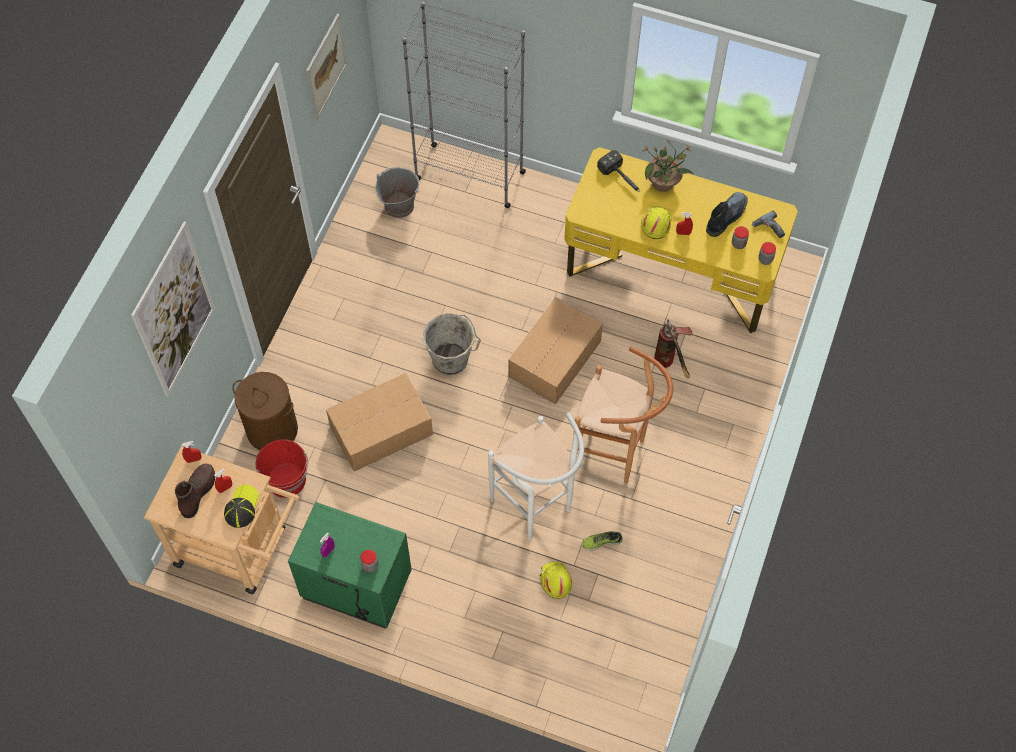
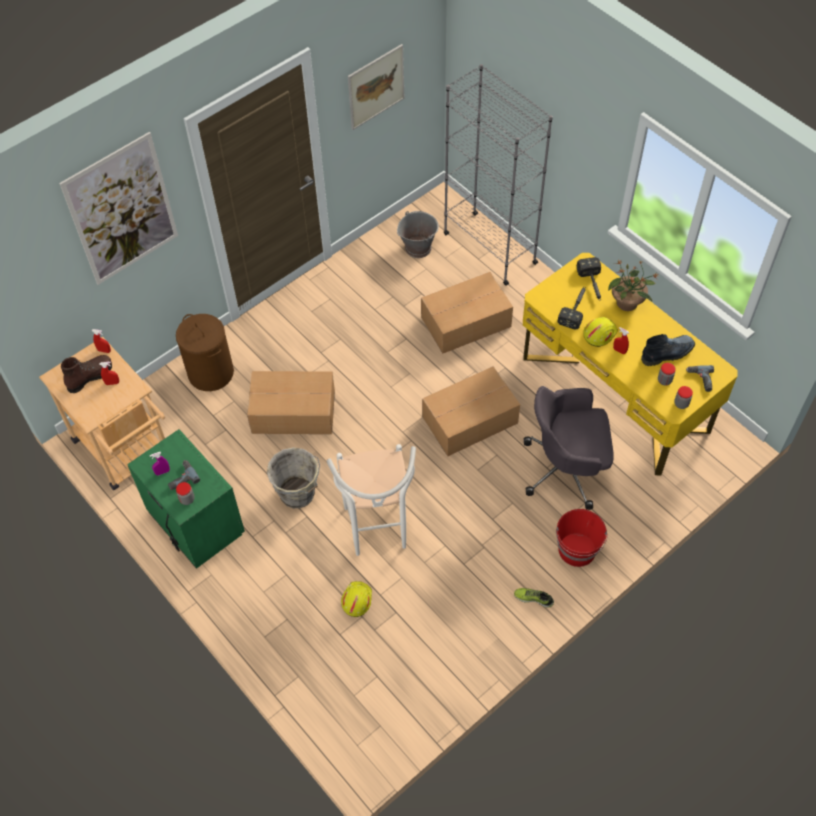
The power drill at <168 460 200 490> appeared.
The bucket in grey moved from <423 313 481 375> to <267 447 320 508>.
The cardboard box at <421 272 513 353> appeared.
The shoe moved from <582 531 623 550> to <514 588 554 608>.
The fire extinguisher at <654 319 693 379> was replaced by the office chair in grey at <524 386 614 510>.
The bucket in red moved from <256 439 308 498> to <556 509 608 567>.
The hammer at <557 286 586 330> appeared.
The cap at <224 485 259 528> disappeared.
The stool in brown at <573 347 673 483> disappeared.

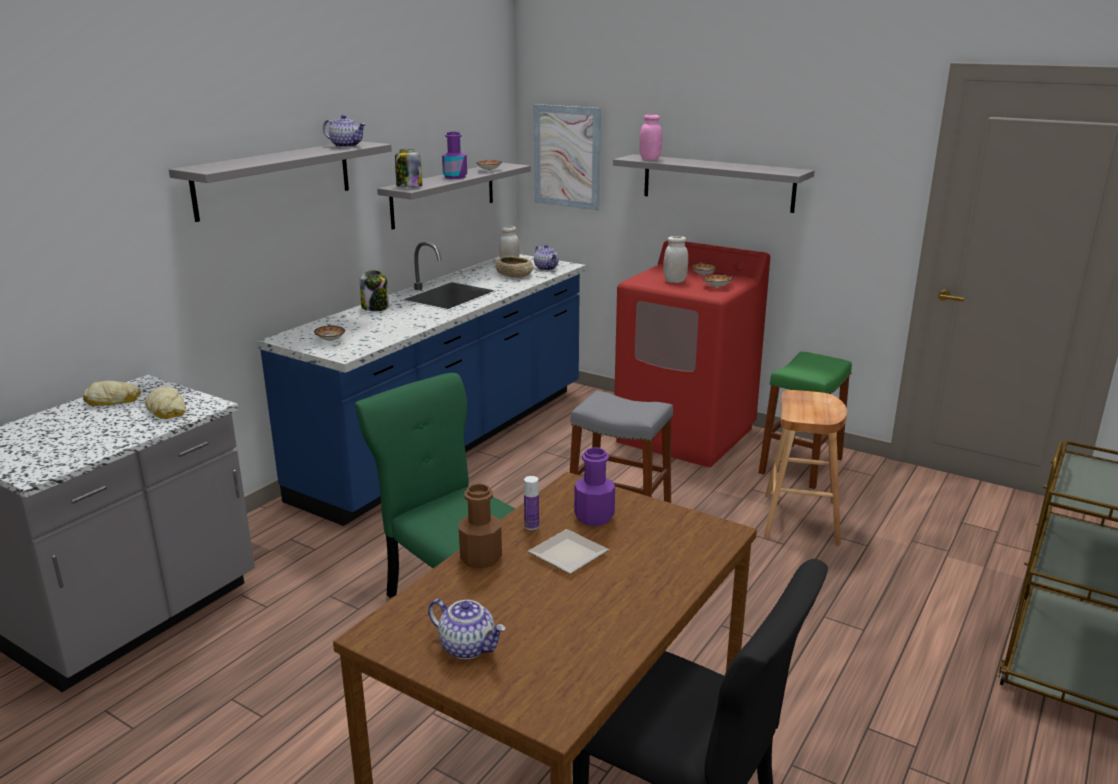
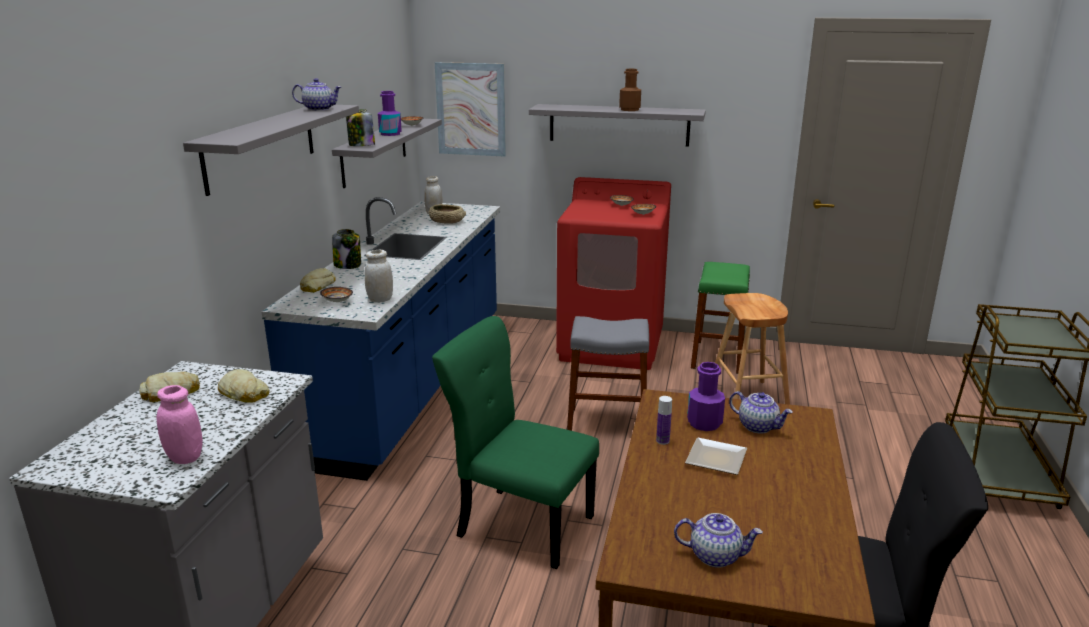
The jar in pink moved from <639 114 662 161> to <157 385 202 464>.
The bread at <300 268 336 293> appeared.
The jar in white moved from <663 236 688 283> to <364 250 393 302>.
The bottle in brown moved from <459 484 502 569> to <619 69 641 111>.
The teapot moved from <534 245 559 270> to <729 391 793 433>.

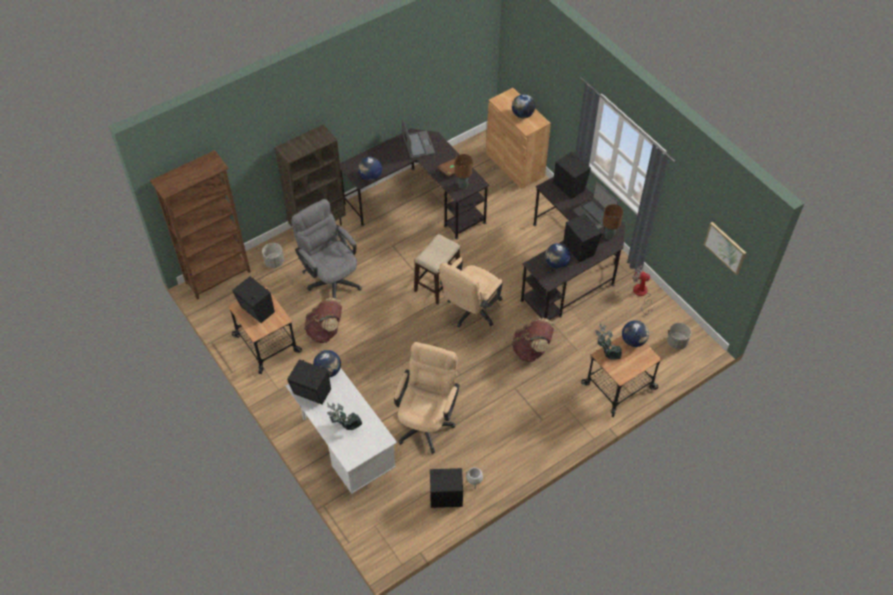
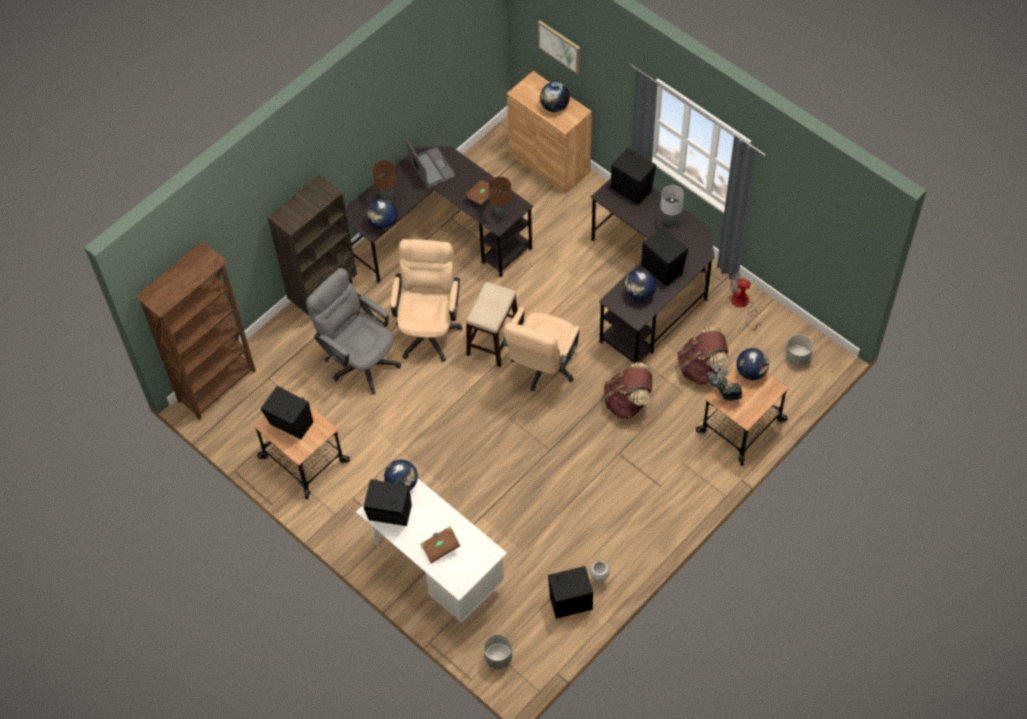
The table lamp in brown moved from <603 204 623 239> to <372 160 396 201>.
The office chair in beige moved from <394 342 460 454> to <391 239 462 362>.
The potted plant at <327 402 362 430> was replaced by the book in brown at <421 526 460 563>.
The planter in grey moved from <262 243 284 268> to <483 634 512 669>.
The picture moved from <704 222 746 275> to <538 20 580 75>.
The laptop at <573 181 619 229> was replaced by the table lamp in grey at <660 185 684 226>.
The backpack in brown moved from <304 297 342 343> to <677 327 728 384>.

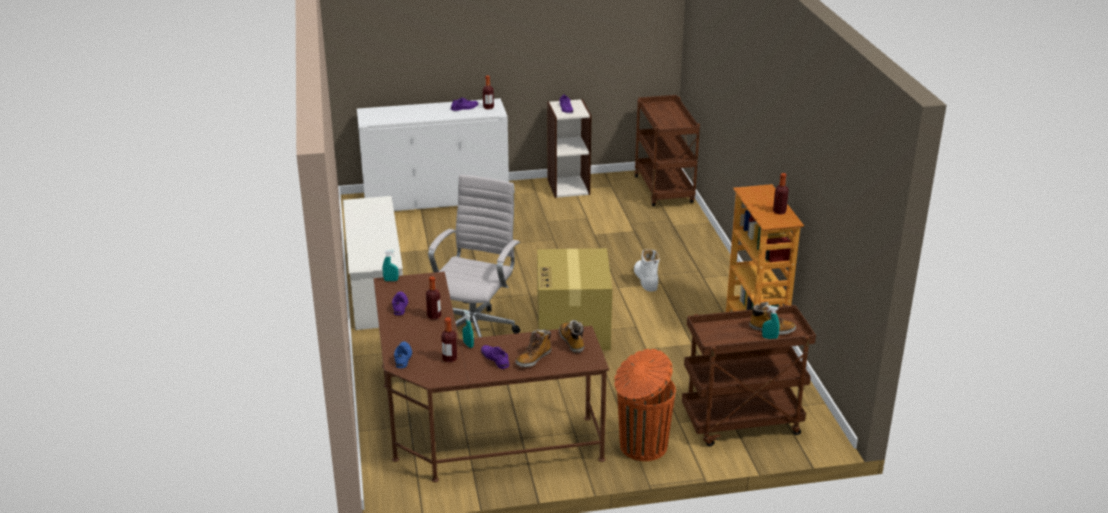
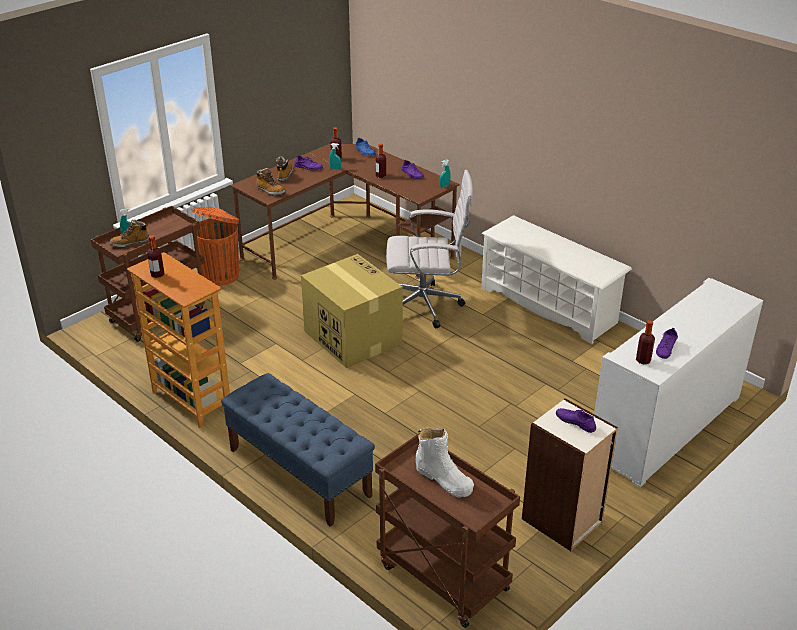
The bench in blue at <221 373 375 527> appeared.
The office chair in white at <428 175 520 337> turned 75 degrees counterclockwise.
The boot in white moved from <634 249 660 291> to <416 428 474 498>.

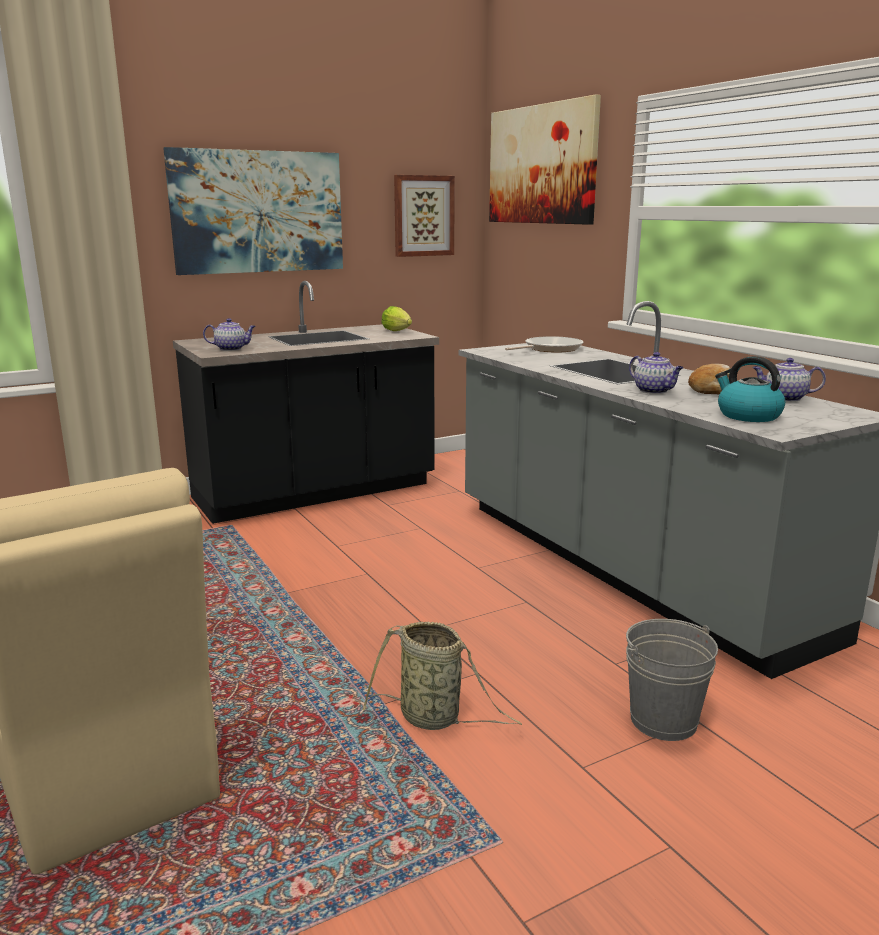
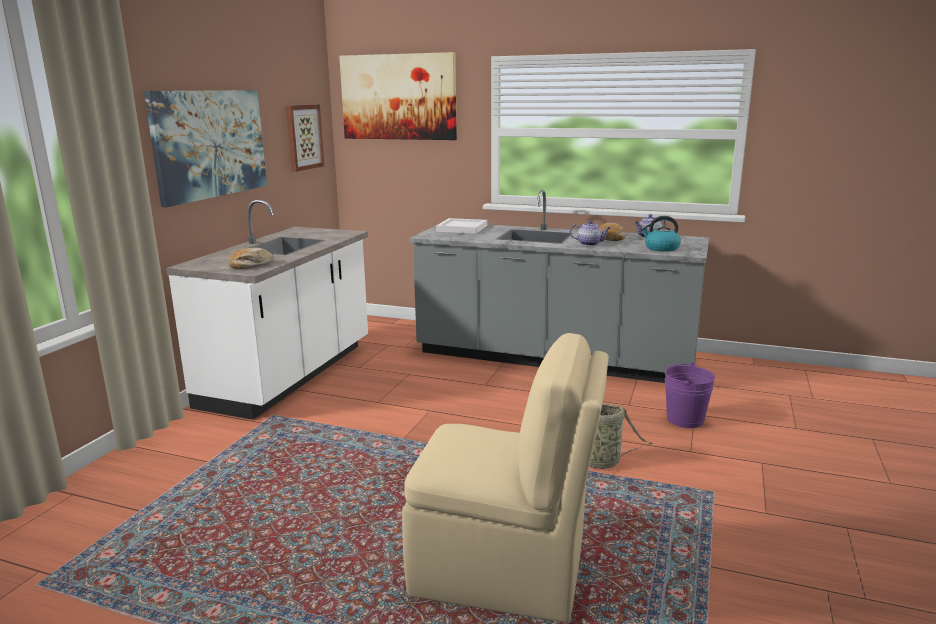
The counter in black at <173 281 439 524> became the counter in white at <166 199 368 420>.
The teapot at <203 318 256 351> was replaced by the bread at <229 248 274 269>.
The frying pan at <505 336 583 353> was replaced by the tray in white at <436 218 487 234>.
The bucket in grey at <626 619 718 741> became the bucket in purple at <664 362 715 428>.
The lettuce at <381 306 412 331> disappeared.

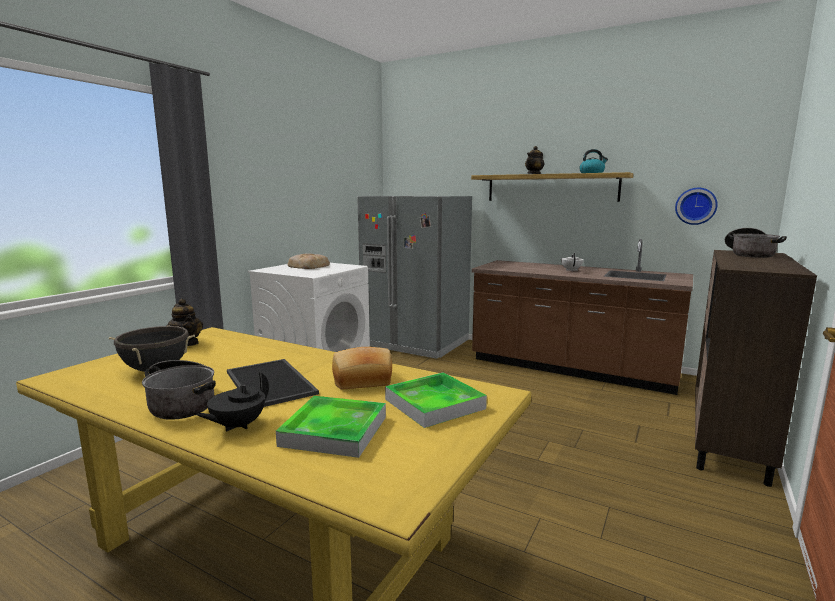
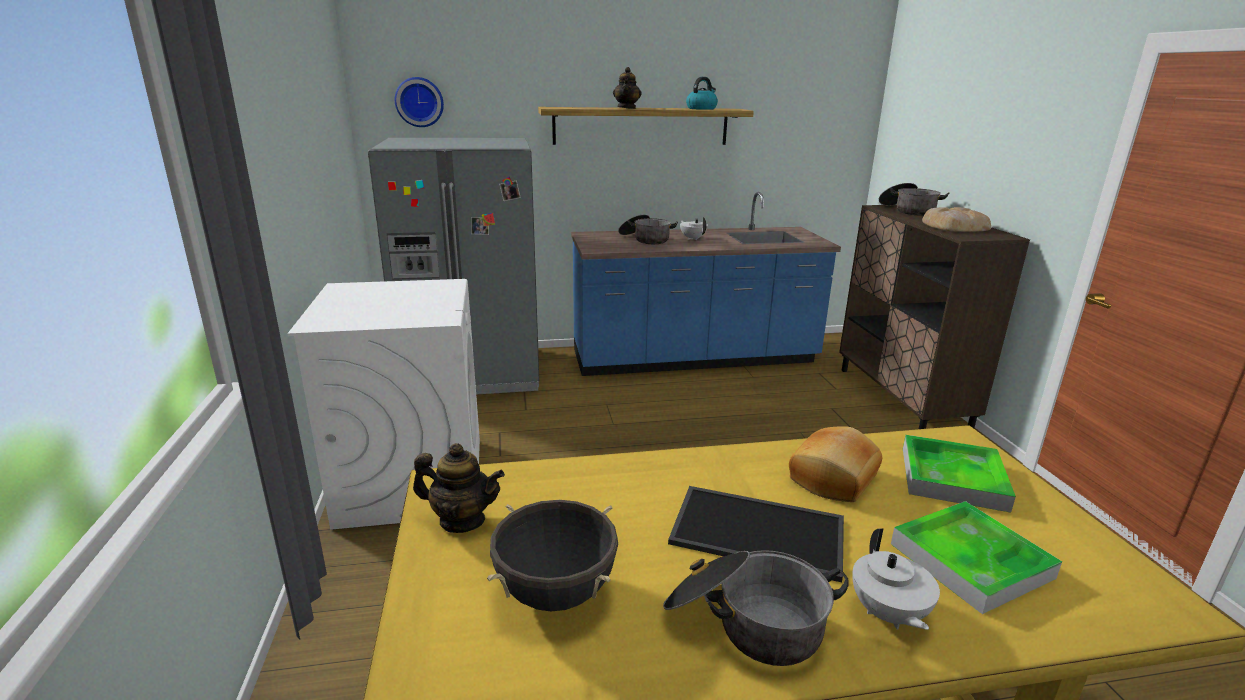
The wall clock moved from <675 188 718 225> to <395 77 444 127>.
The counter in brown at <472 239 693 395> became the counter in blue at <571 192 841 376>.
The cooking pot at <618 215 678 244> appeared.
The teapot in black at <196 372 269 432> became the teapot in white at <852 528 940 630>.
The bread moved from <288 254 330 269> to <922 207 991 232>.

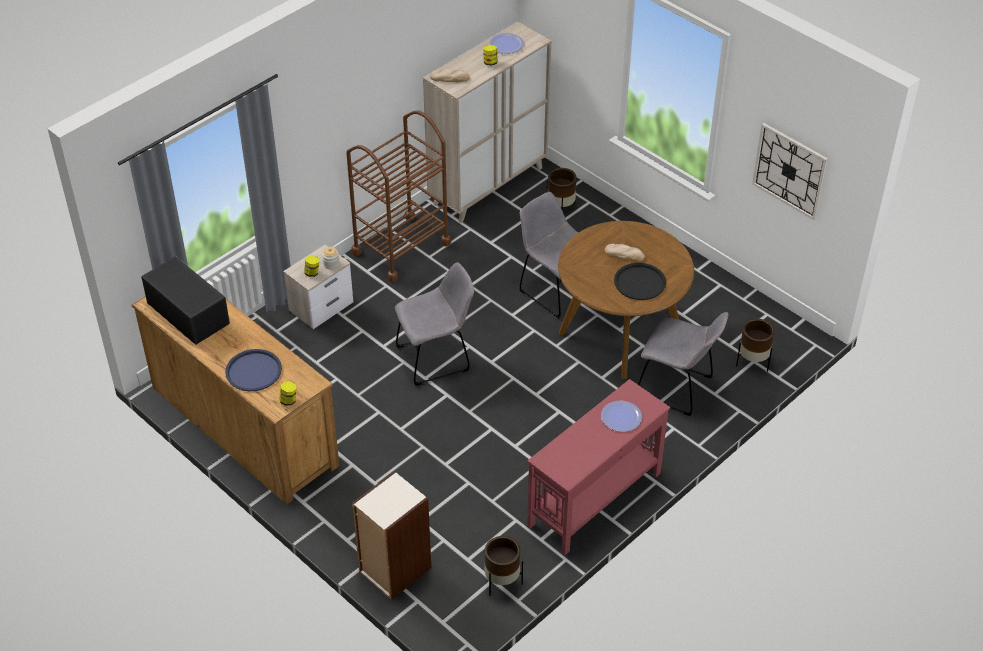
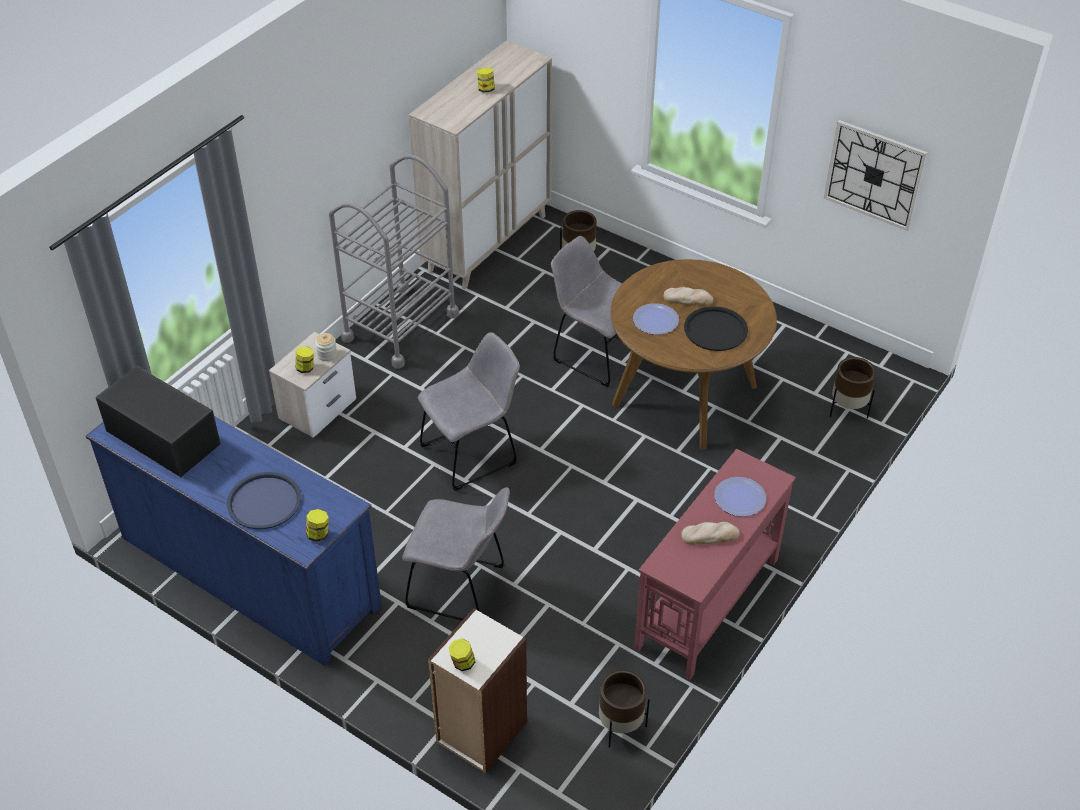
The dresser in brown at <132 296 340 505> became the dresser in blue at <86 416 382 666>.
The cart in brown at <346 110 451 282> became the cart in grey at <329 154 459 369>.
The chair in grey moved from <638 312 729 416> to <402 487 510 621>.
The jar at <449 639 475 671> appeared.
The plate moved from <489 33 524 54> to <633 303 679 335>.
The bread moved from <430 69 470 83> to <681 522 740 545>.

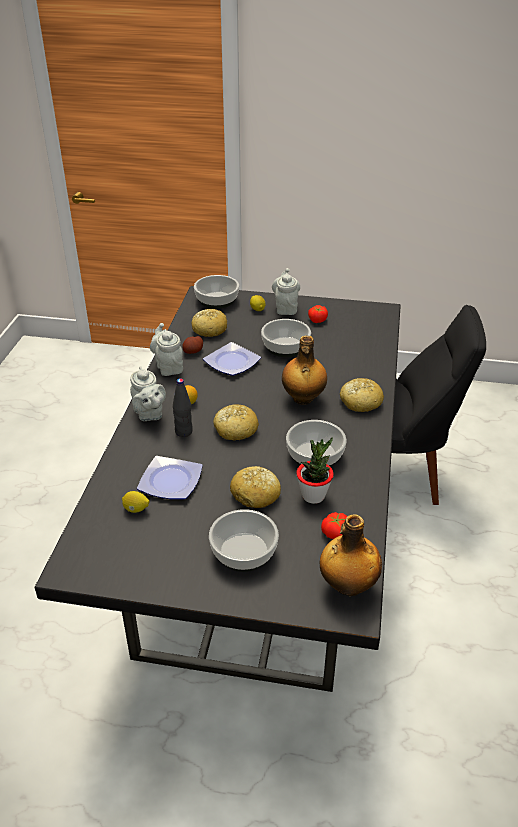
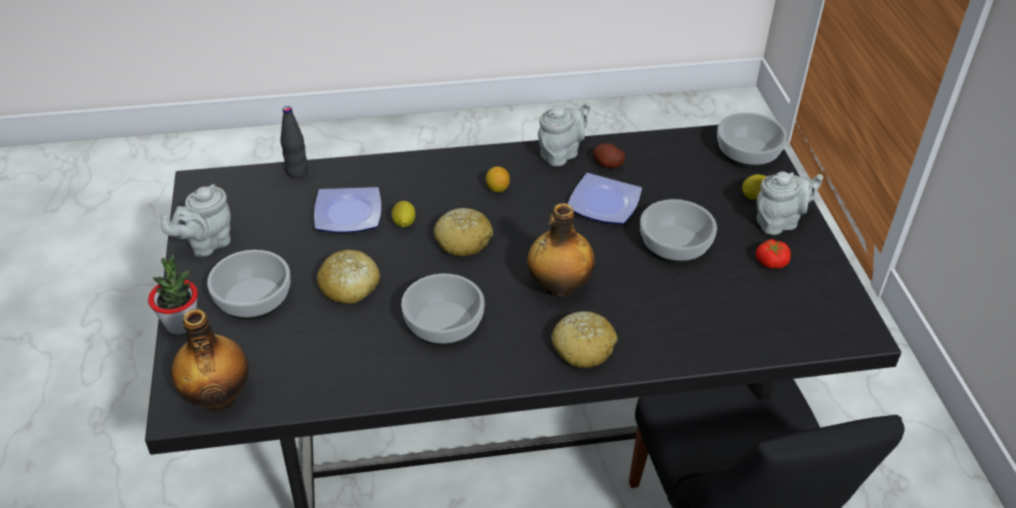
The potted plant moved from <296 437 334 504> to <148 254 198 334>.
The teapot in grey moved from <130 366 166 421> to <161 184 231 257>.
The bottle in black moved from <173 378 193 437> to <280 106 308 178>.
The lemon moved from <122 491 149 513> to <391 201 415 227>.
The bread at <192 309 227 337> disappeared.
The tomato at <321 512 347 539> disappeared.

